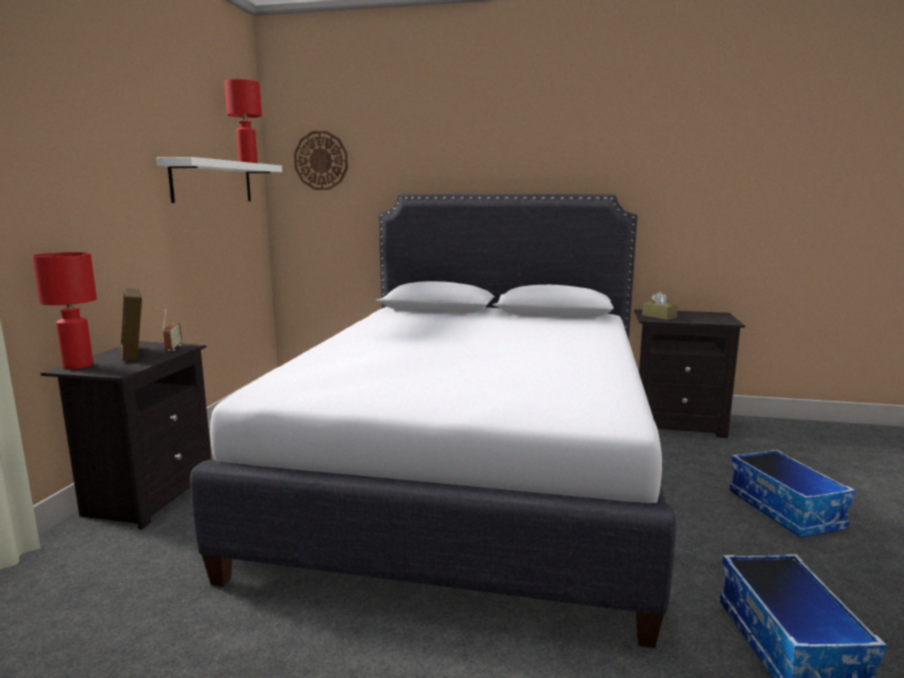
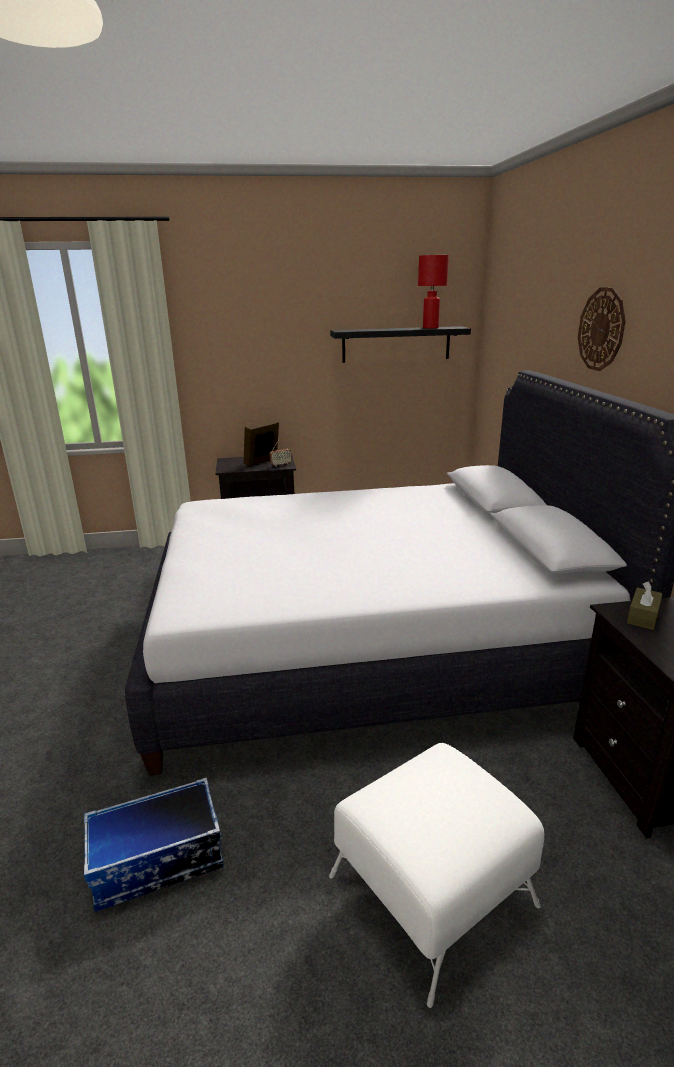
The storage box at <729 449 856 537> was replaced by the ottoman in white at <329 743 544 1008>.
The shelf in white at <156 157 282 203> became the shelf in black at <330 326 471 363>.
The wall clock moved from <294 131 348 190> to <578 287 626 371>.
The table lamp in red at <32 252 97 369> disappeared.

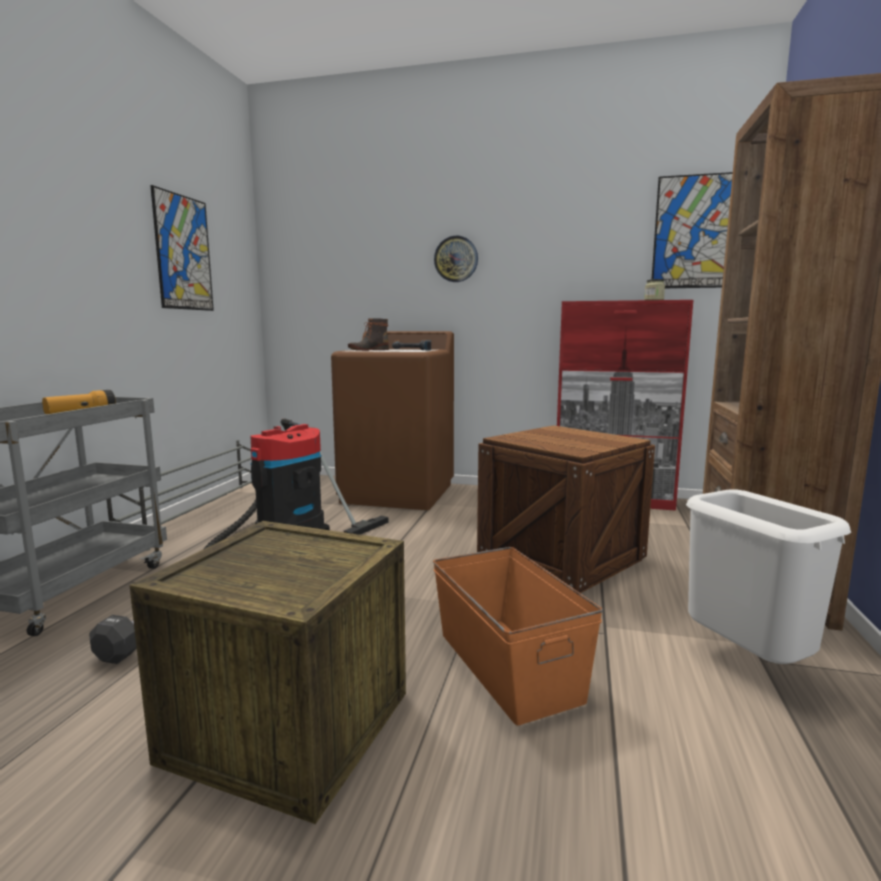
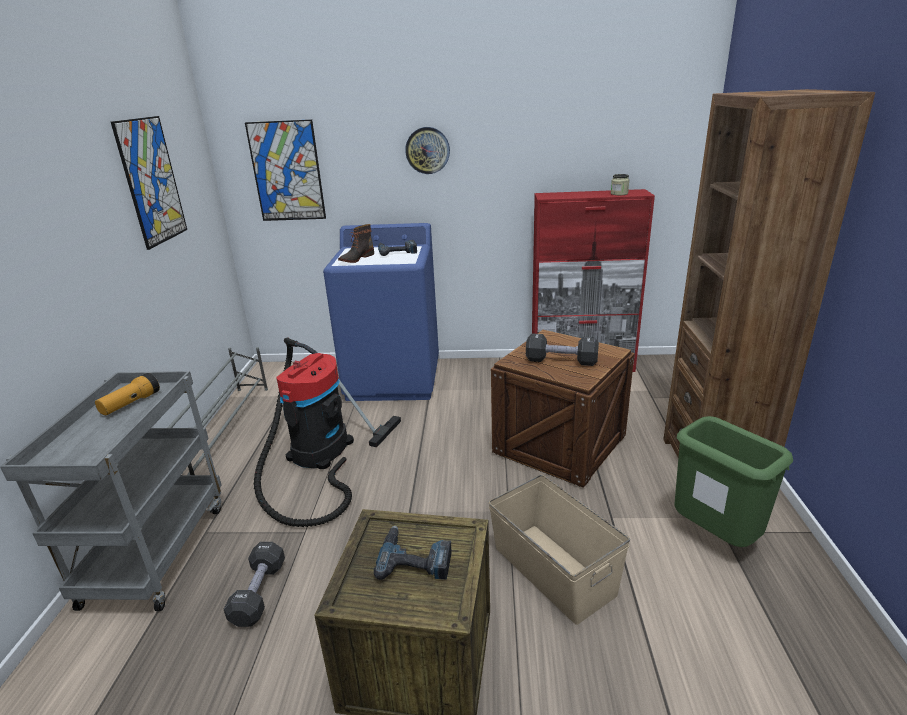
The picture moved from <652 172 733 288> to <245 119 326 221>.
The washing machine in brown at <331 331 454 510> became the washing machine in blue at <323 223 439 401>.
The power drill at <374 525 452 580> appeared.
The storage box in orange at <433 547 603 725> became the storage box in beige at <488 475 630 625>.
The dumbbell in black at <526 333 599 366> appeared.
The trash can in white at <686 489 851 664> became the trash can in green at <675 416 793 547>.

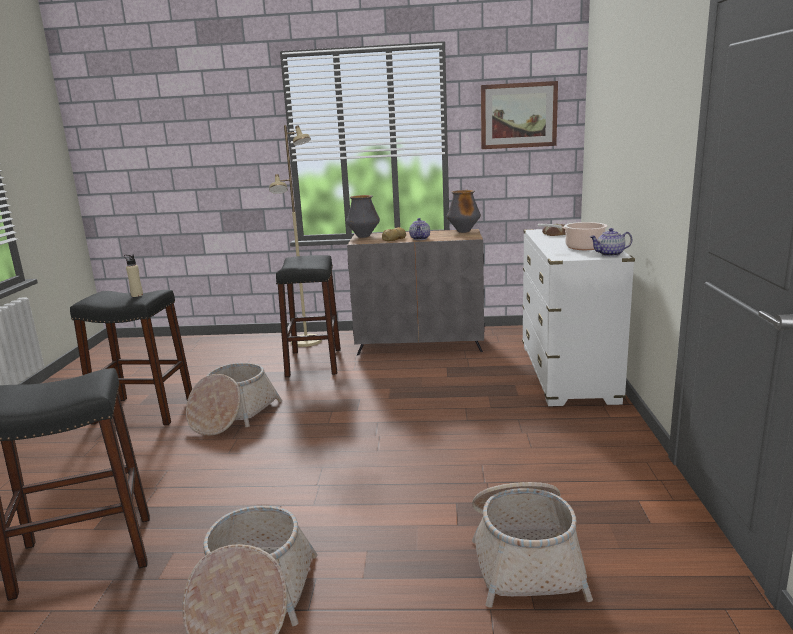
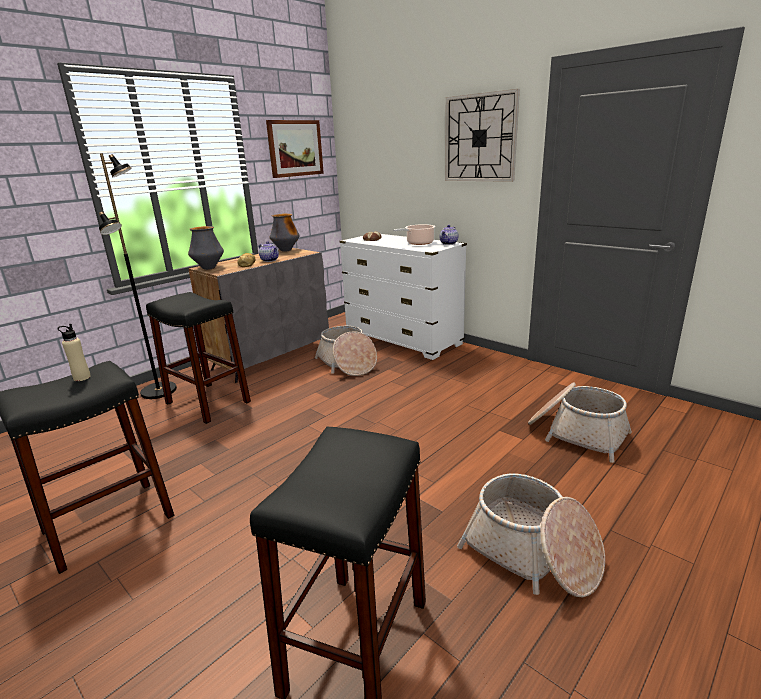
The floor lamp in beige at <269 125 322 347> became the floor lamp in black at <99 153 177 399>.
The basket moved from <186 363 282 436> to <315 326 377 376>.
The wall clock at <445 89 520 182> appeared.

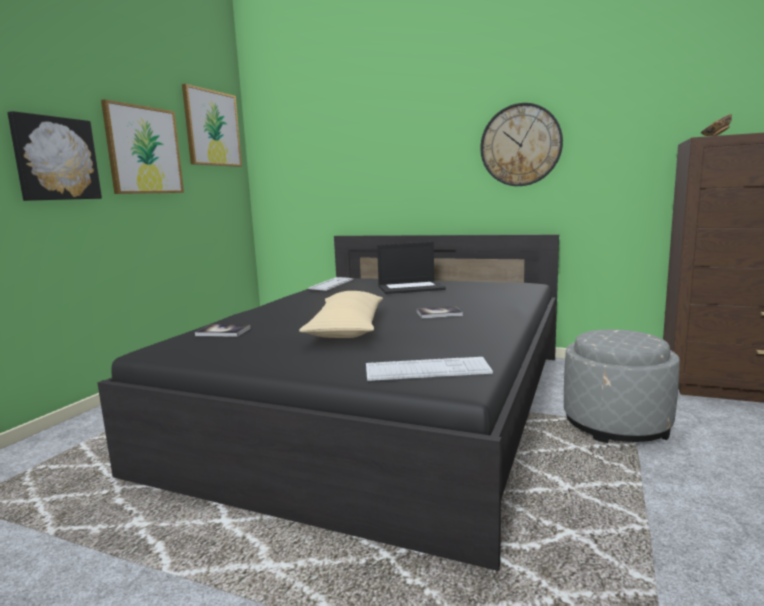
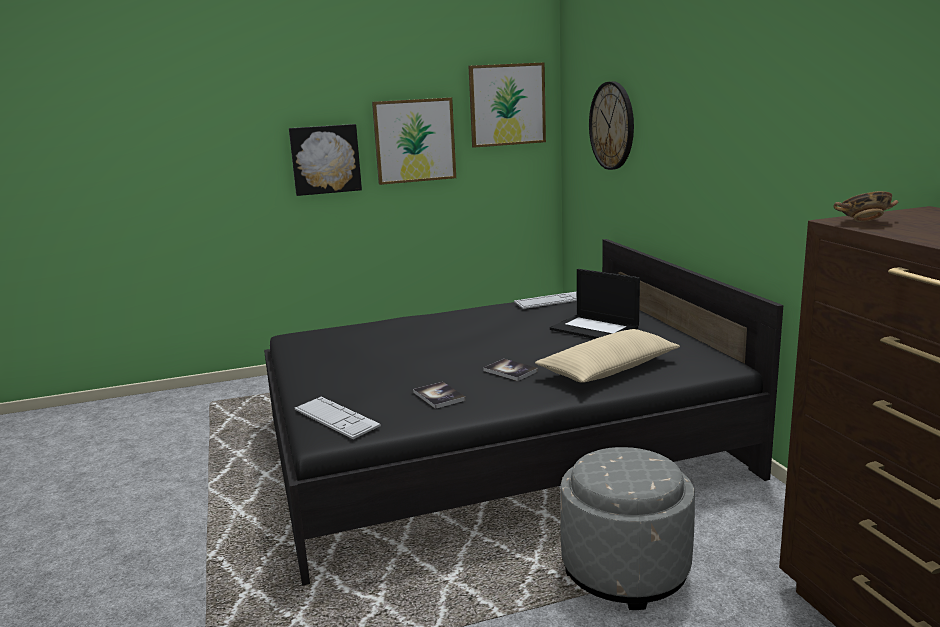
The book moved from <195 324 251 337> to <413 382 466 409>.
The pillow in beige moved from <299 291 383 338> to <535 329 680 383>.
The wall clock moved from <480 103 563 186> to <589 81 634 170>.

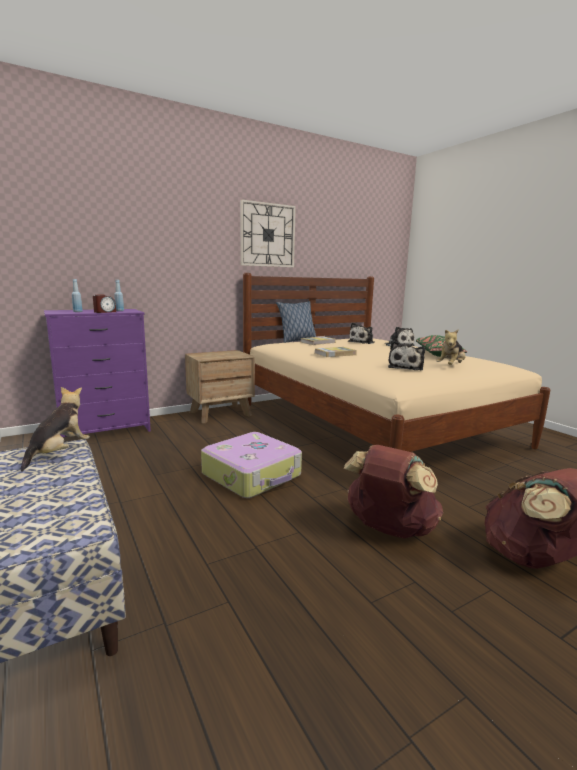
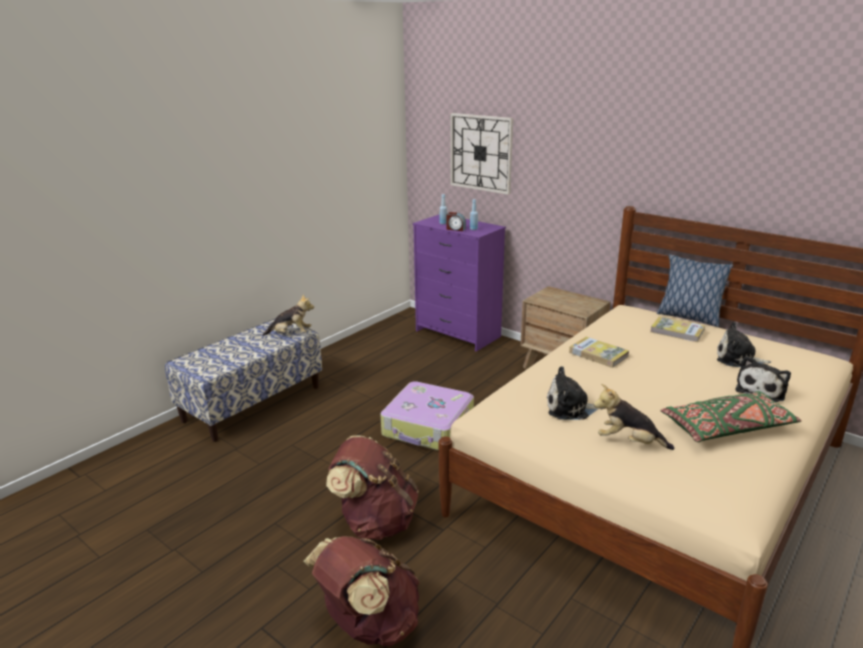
The wall clock moved from <240 199 296 267> to <450 113 513 195>.

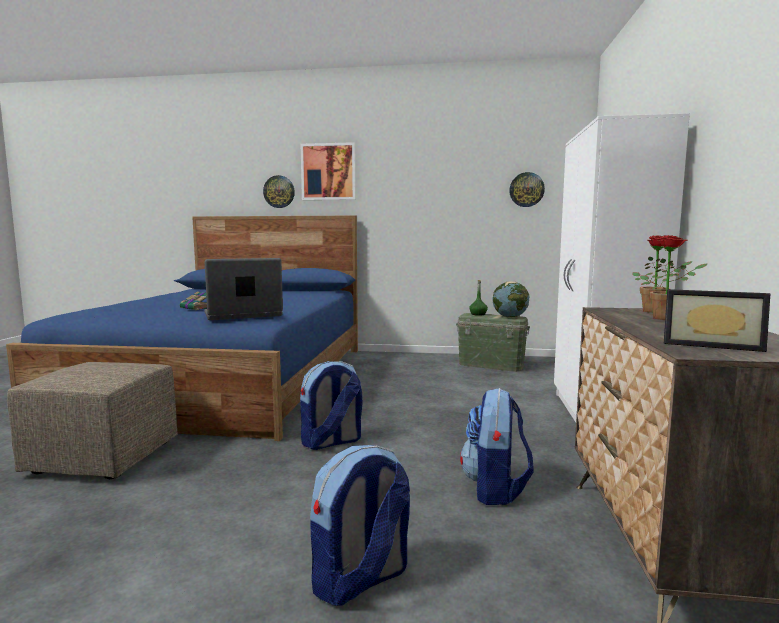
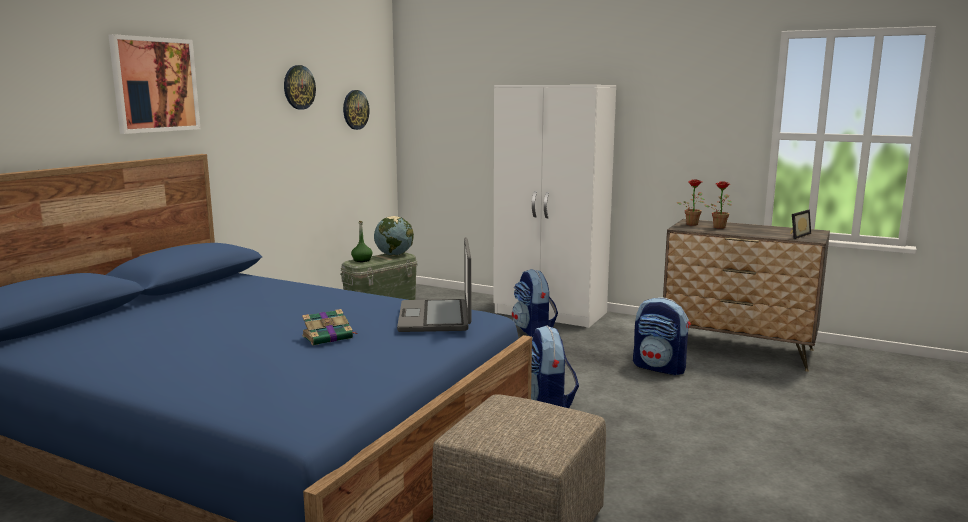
The wall clock moved from <263 175 295 208> to <284 65 316 110>.
The backpack moved from <310 445 410 606> to <512 269 558 337>.

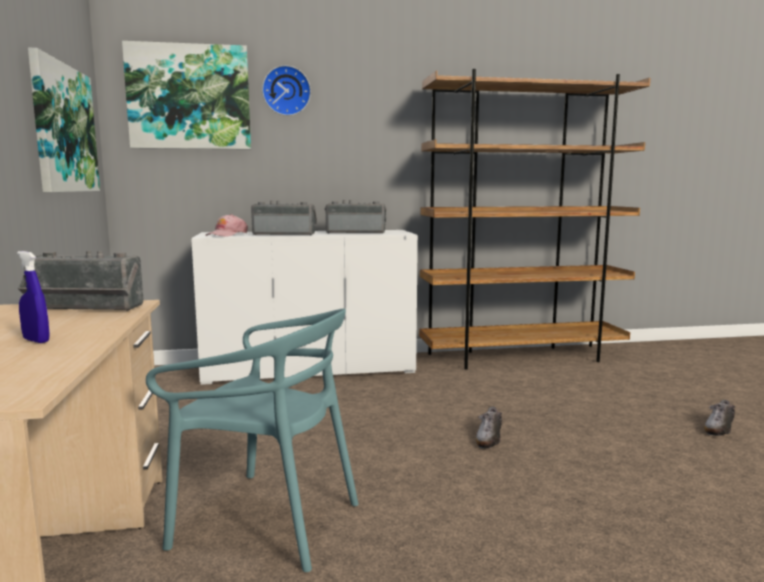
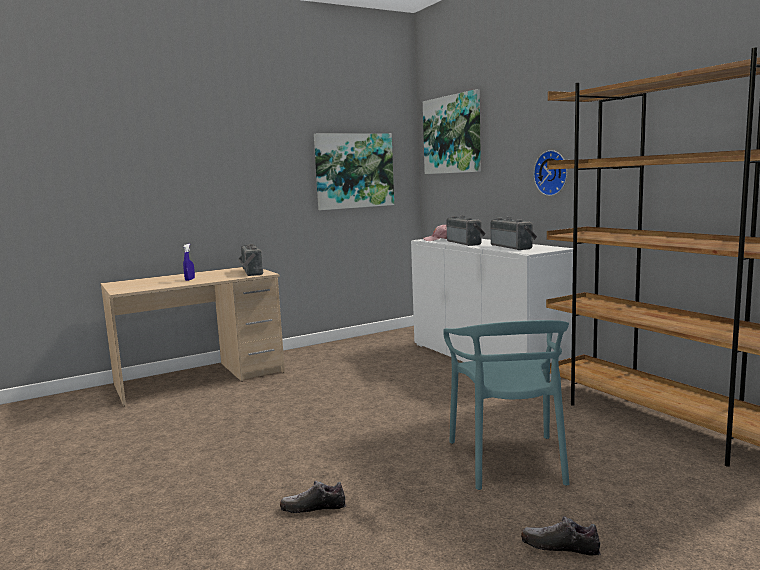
The shoe moved from <476 407 506 448> to <280 480 347 513>.
The chair in turquoise moved from <146 309 358 572> to <443 320 569 490>.
The wall clock moved from <262 65 311 116> to <533 150 567 196>.

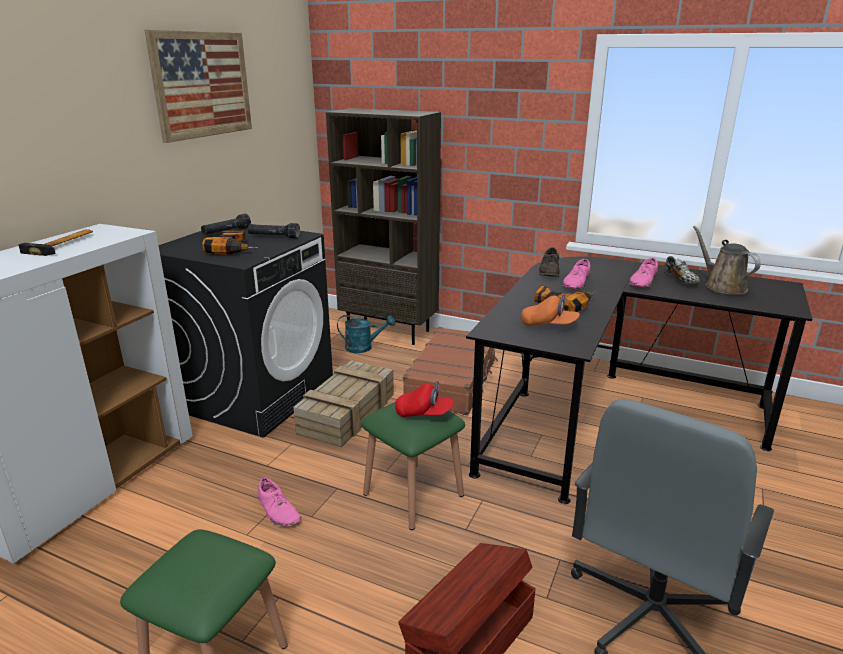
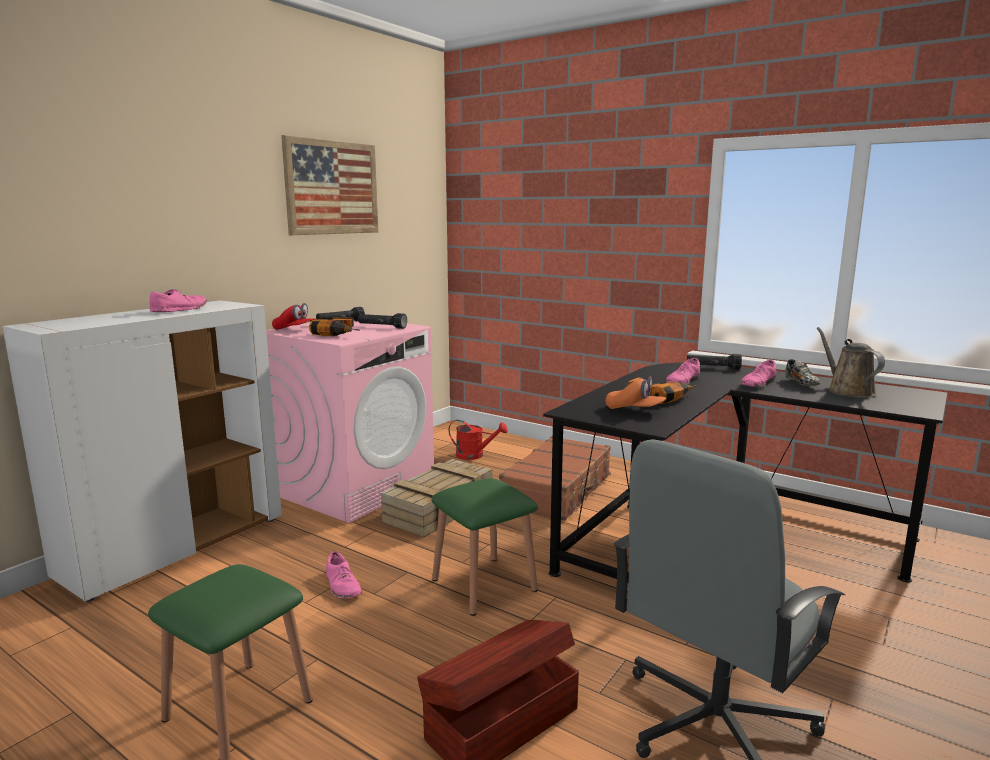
The hammer at <18 229 93 256> was replaced by the shoe in pink at <149 289 207 312>.
The washing machine in black at <158 224 333 438> became the washing machine in pink at <266 321 434 523>.
The cap in red moved from <395 381 454 417> to <272 303 317 330>.
The watering can in turquoise at <337 315 395 353> became the watering can in red at <449 420 508 460>.
The flashlight in black at <687 354 742 370> appeared.
The bookcase in brown at <326 108 441 345> disappeared.
The shoe in brown at <539 247 560 277> disappeared.

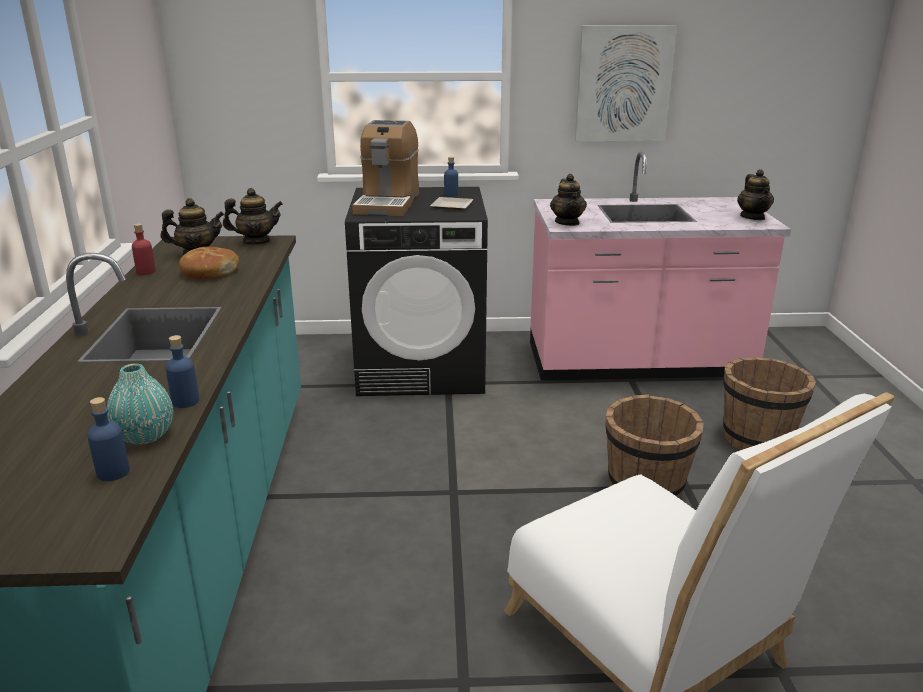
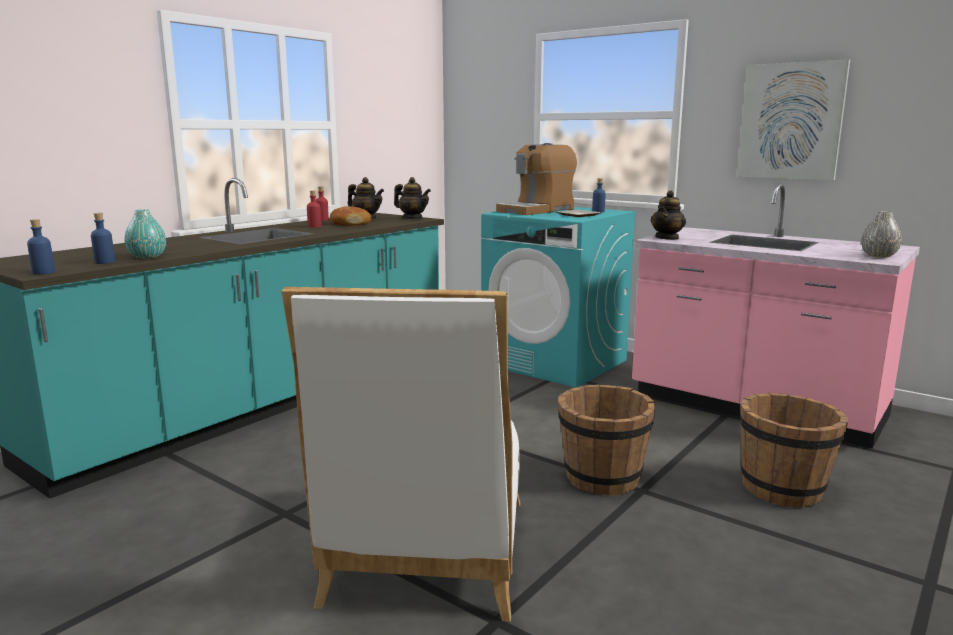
The bottle in blue moved from <166 335 199 408> to <27 219 55 274>.
The bottle in red at <307 191 322 228> appeared.
The washing machine in black at <345 187 488 396> became the washing machine in turquoise at <481 207 637 388>.
The teapot at <737 169 774 220> was replaced by the vase in grey at <861 211 902 258>.

